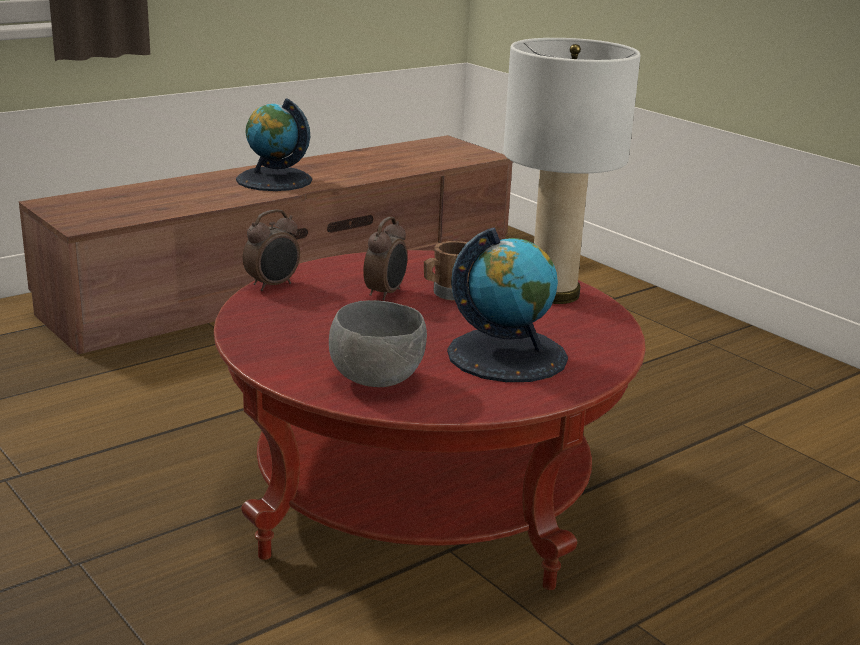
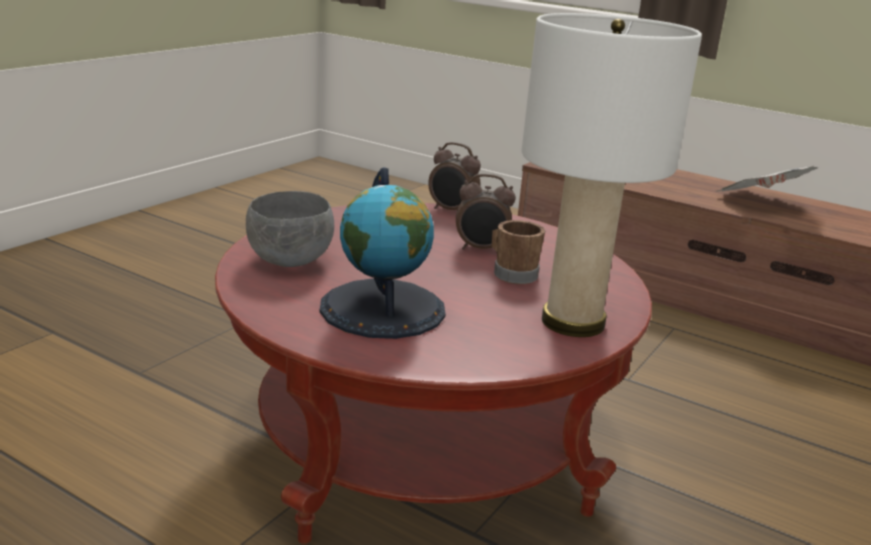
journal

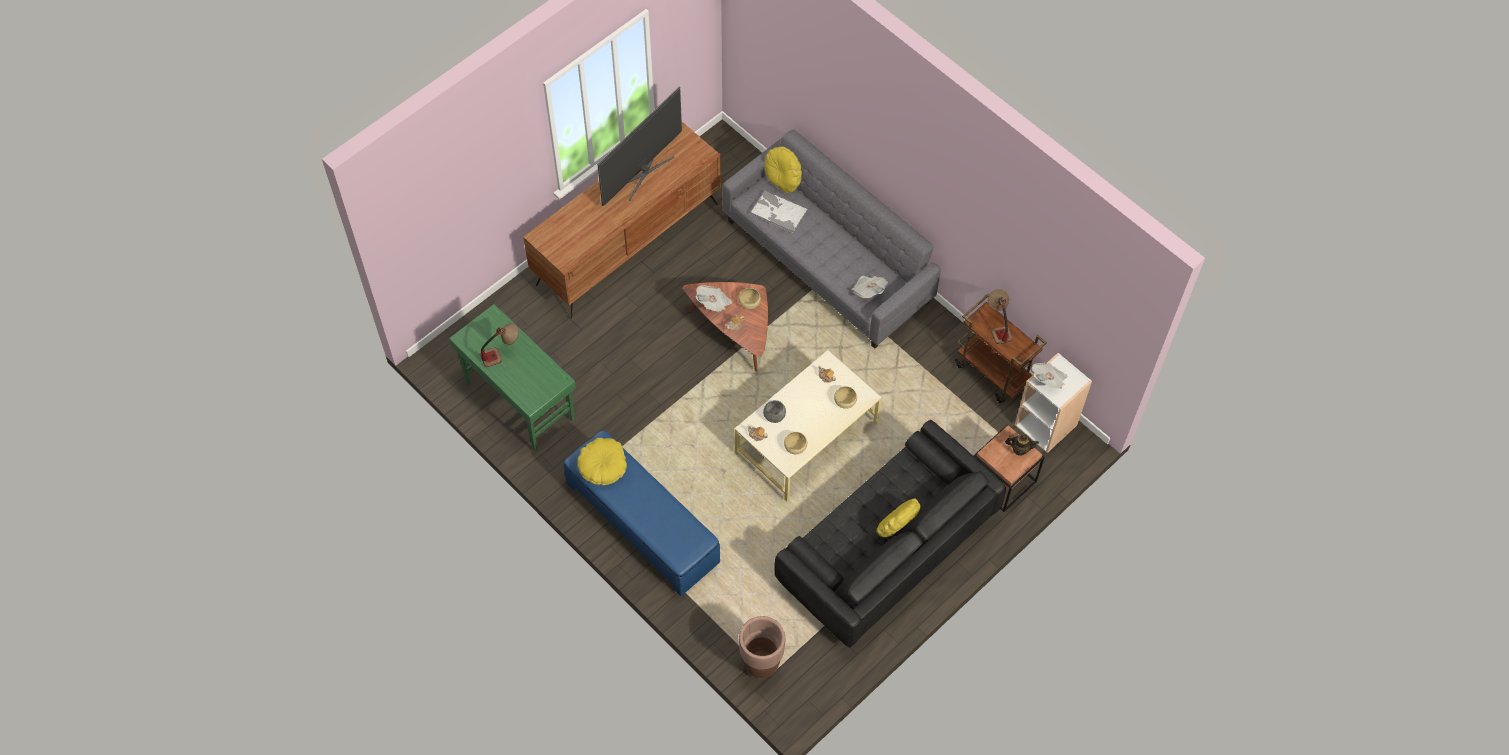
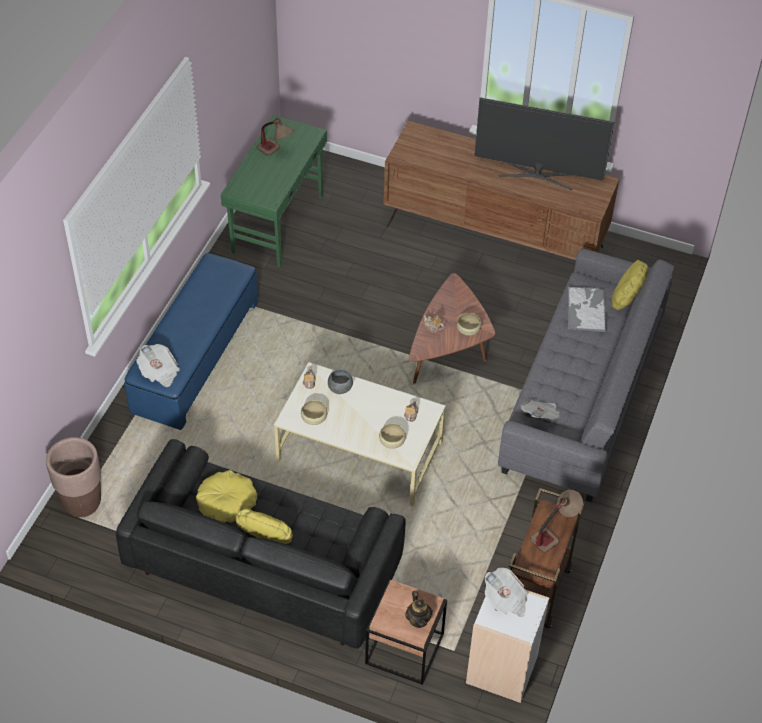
journal (no. 1 from left)
coussin (jaune) (no. 1 from left)

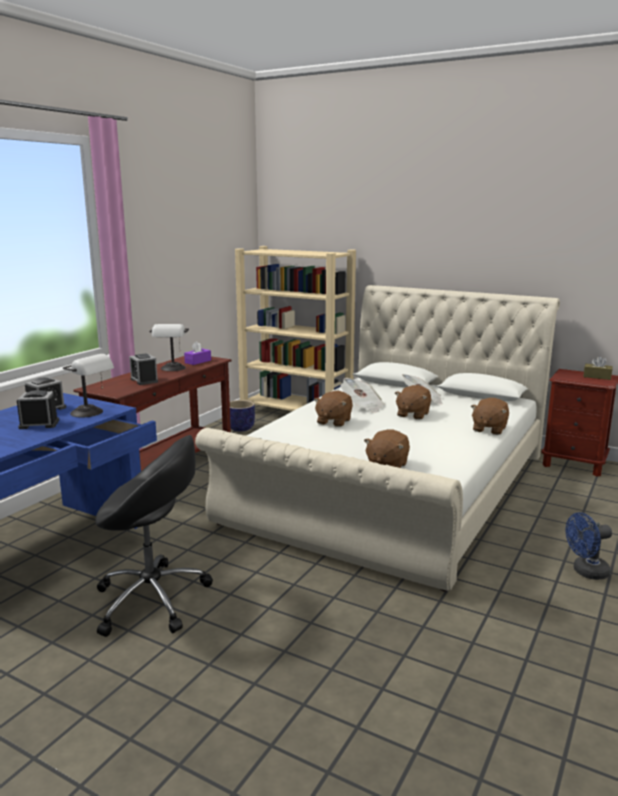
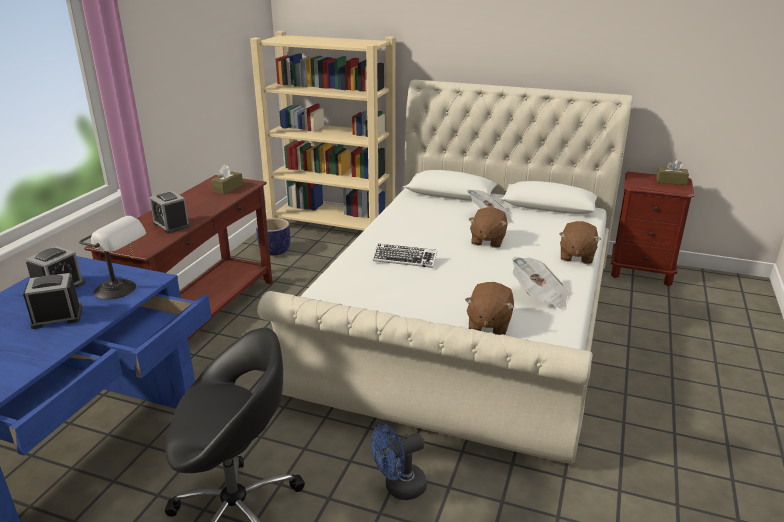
lampe de table (no. 2 from left in the first image)
boîte à mouchoirs (marron) (no. 1 from left)
journal (no. 2 from left)
clavier
ventilateur (bleu)

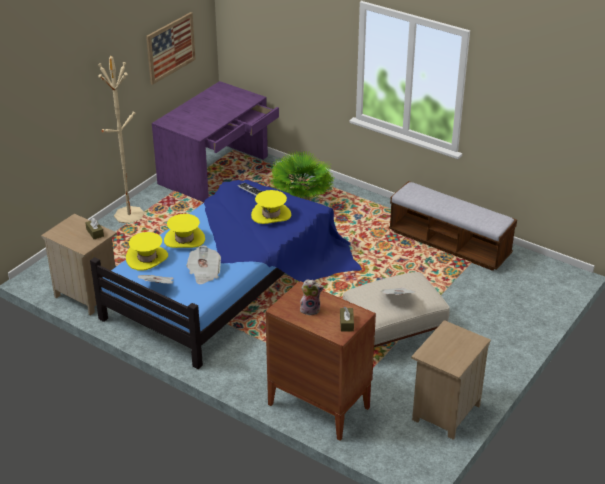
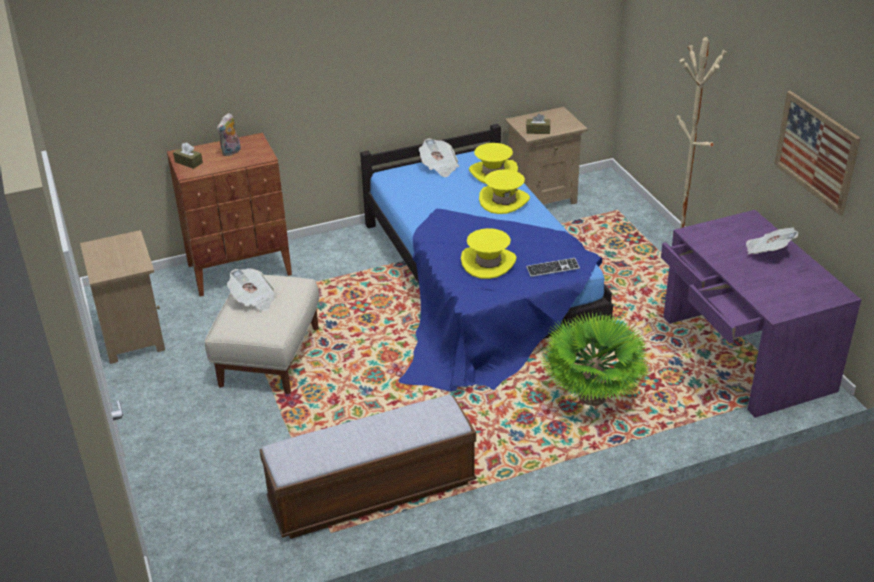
journal (no. 3 from left)

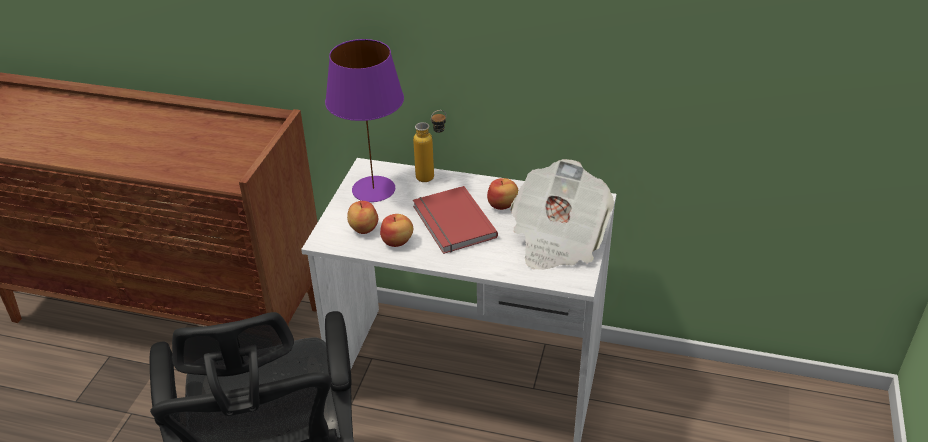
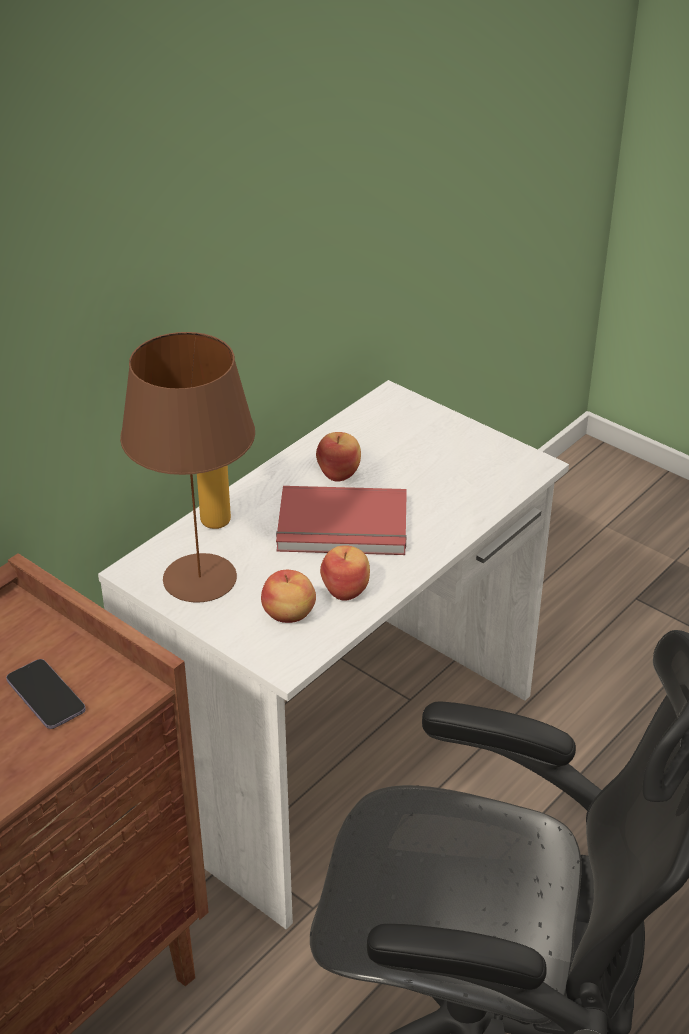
lampe de table (marron)
journal
téléphone

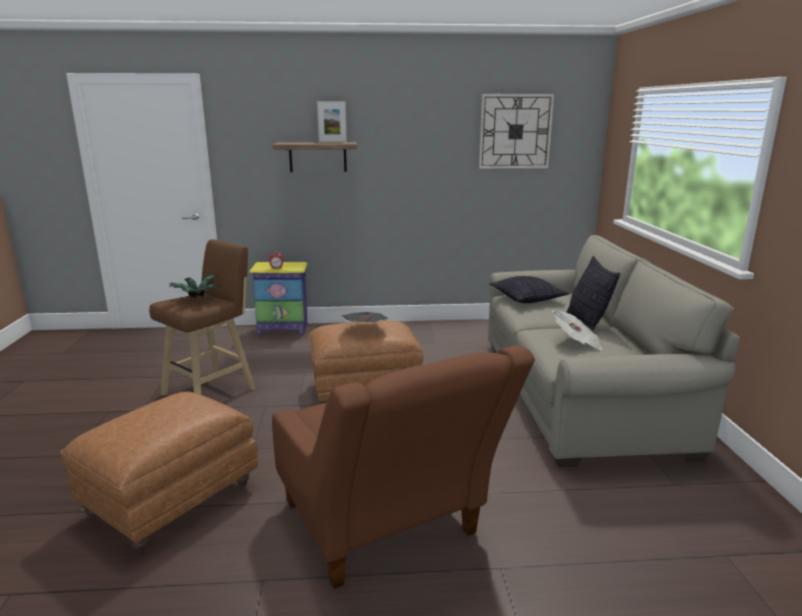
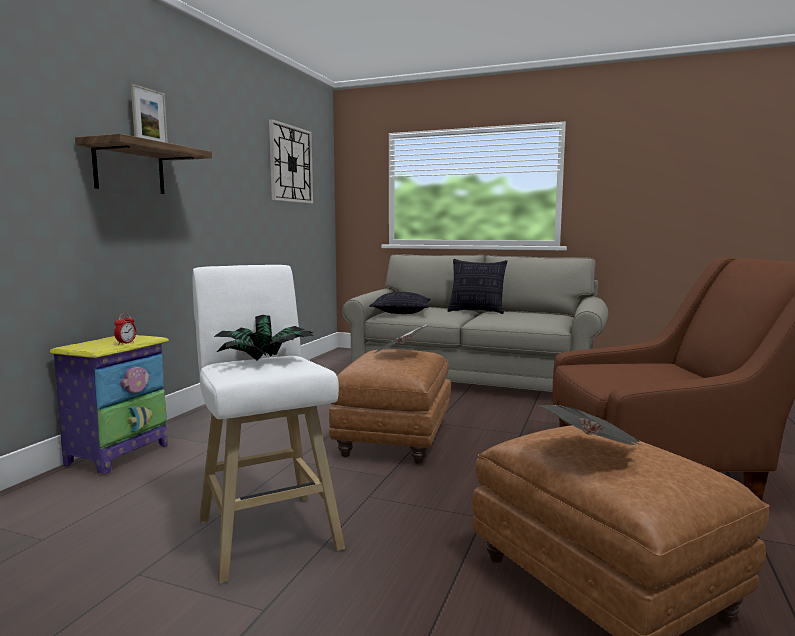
tabouret (blanc)
journal (no. 2 from left)

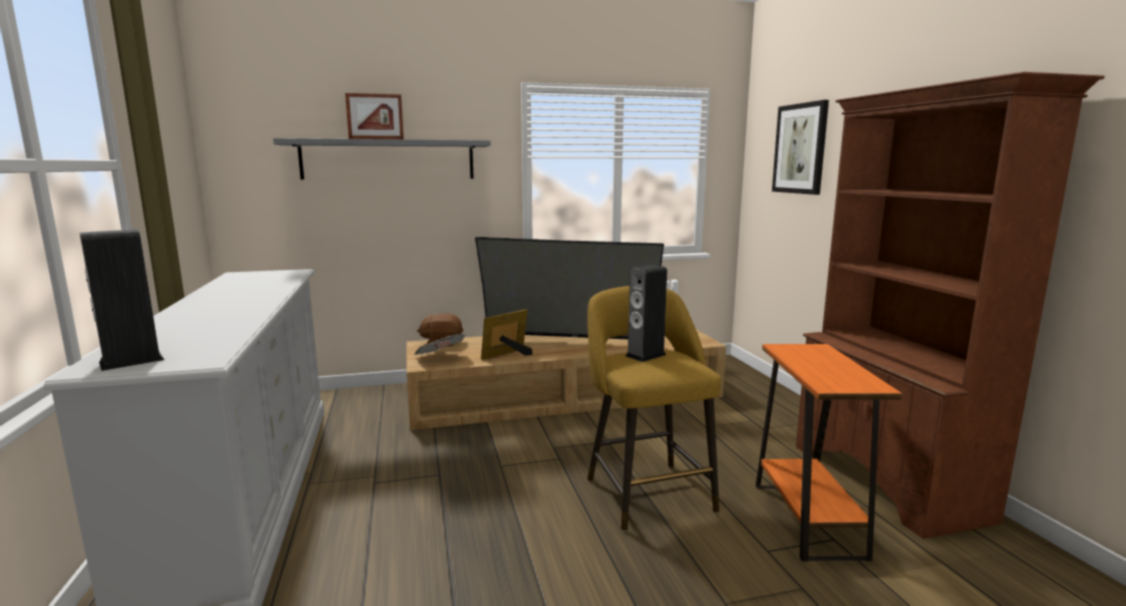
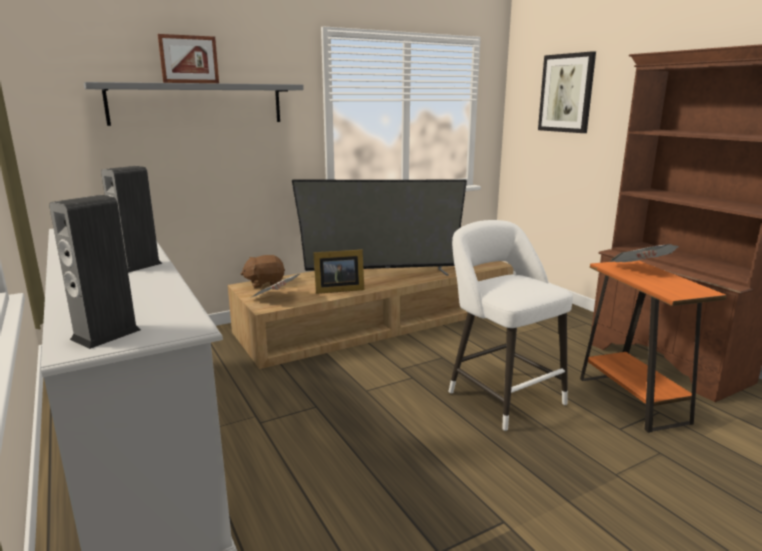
enceinte (no. 2 from left)
tabouret (blanc)
cadre photo (no. 2 from left)
journal (no. 2 from left)

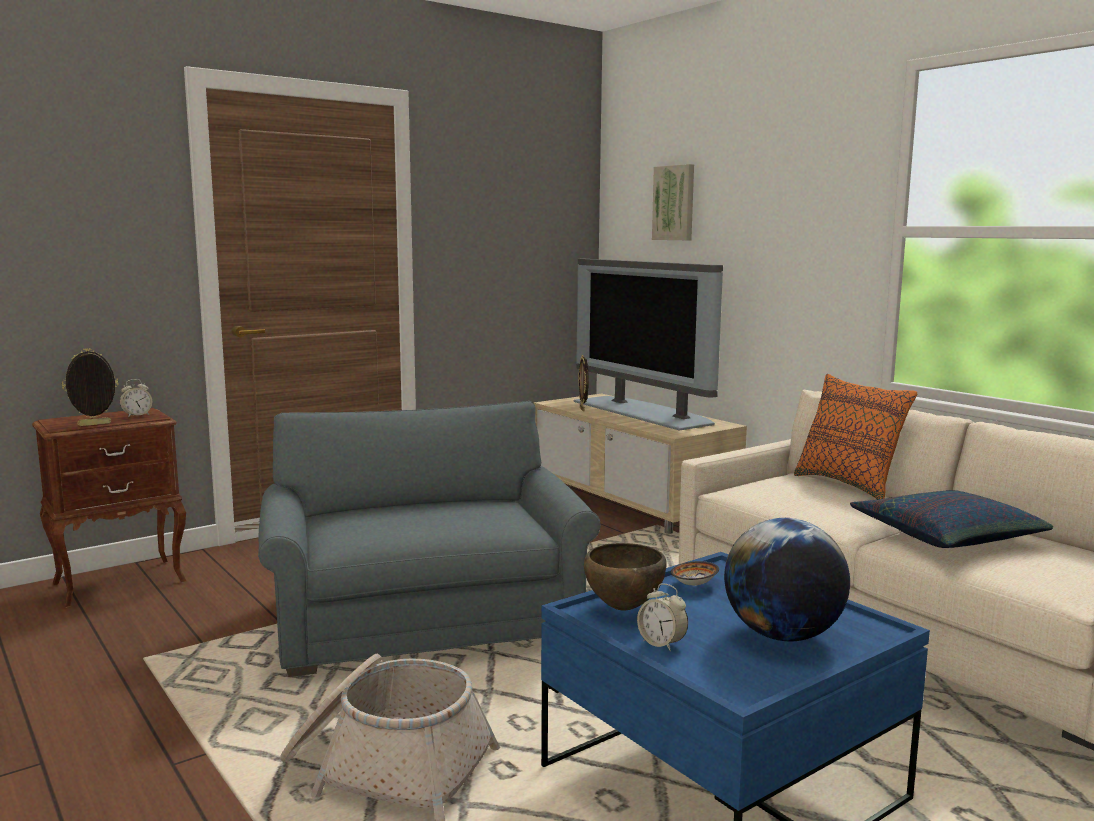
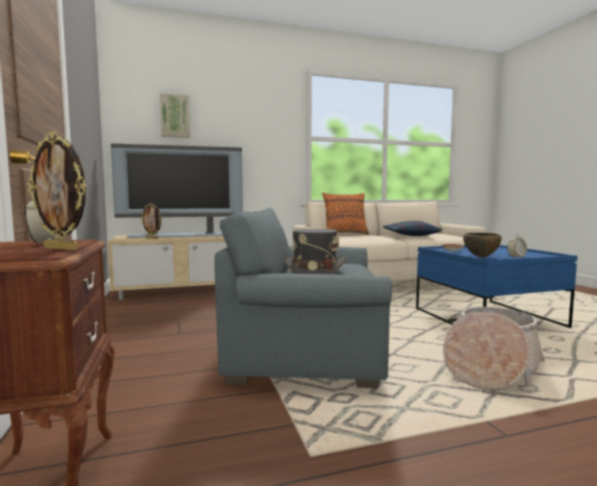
cadre photo (no. 1 from left)
globe
chapeau (gris)

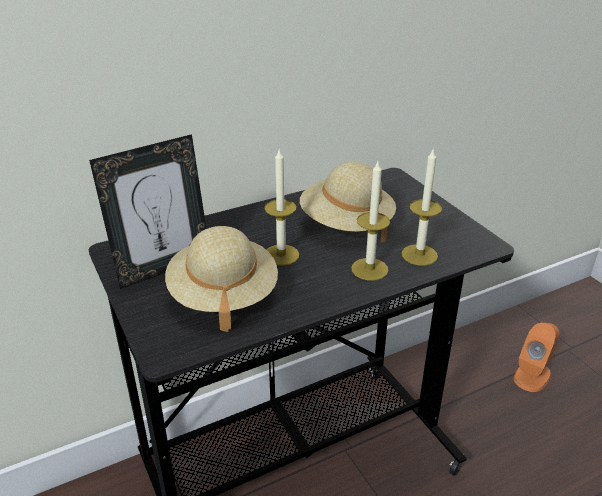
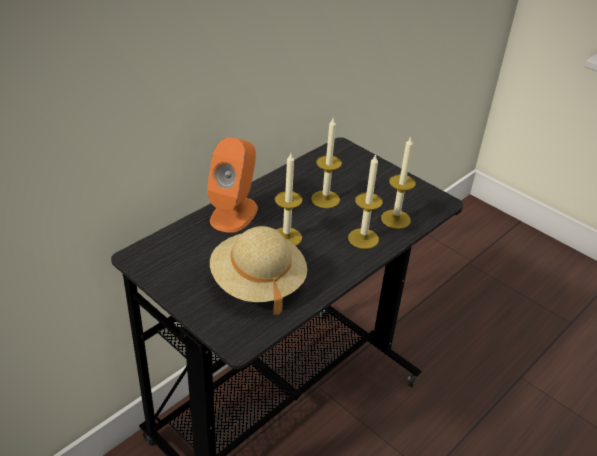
cadre photo
bougie (no. 2 from left)
enceinte (orange)

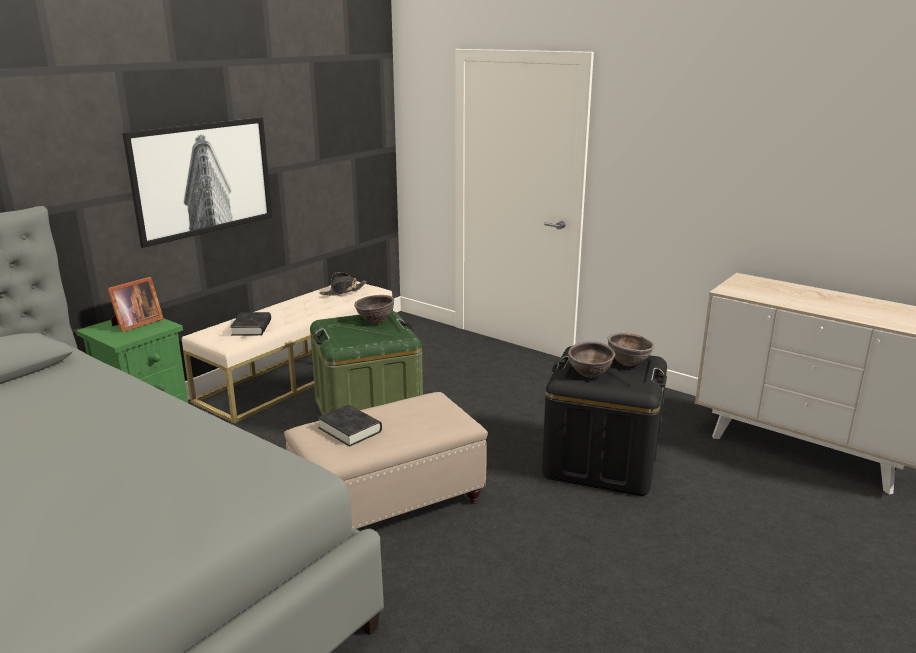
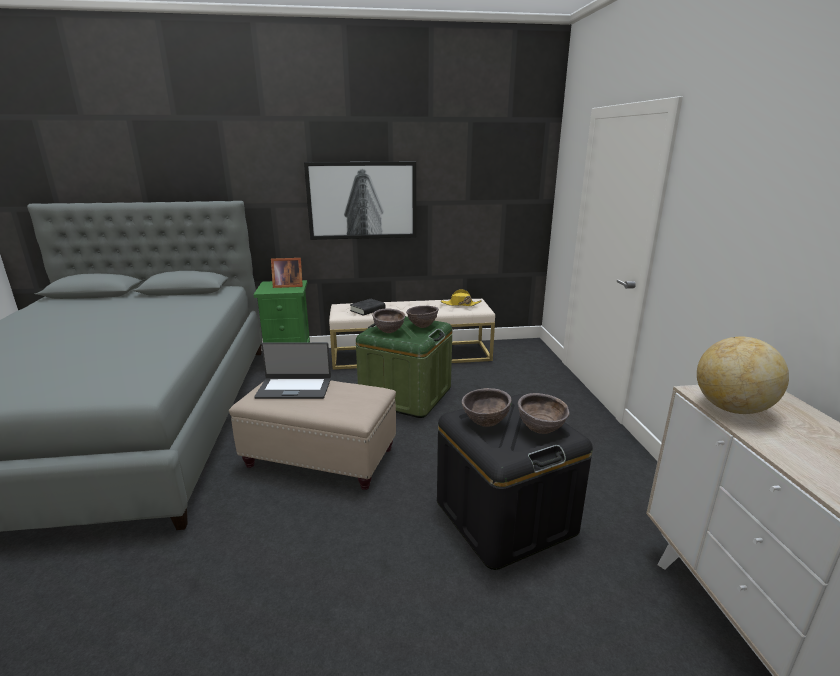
chapeau (jaune)
ordinateur portable
bol (marron) (no. 1 from left)
globe

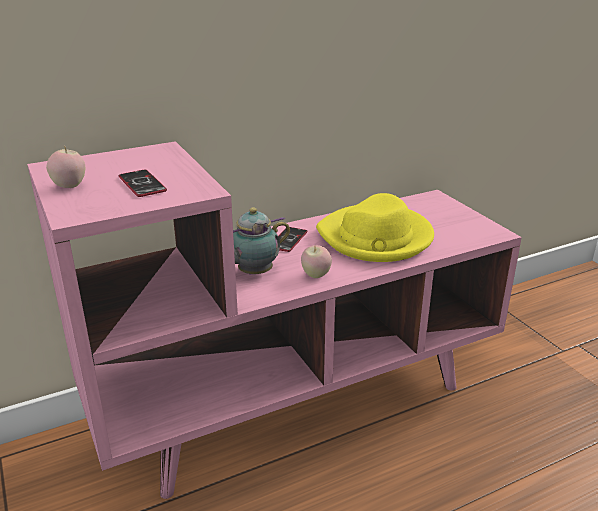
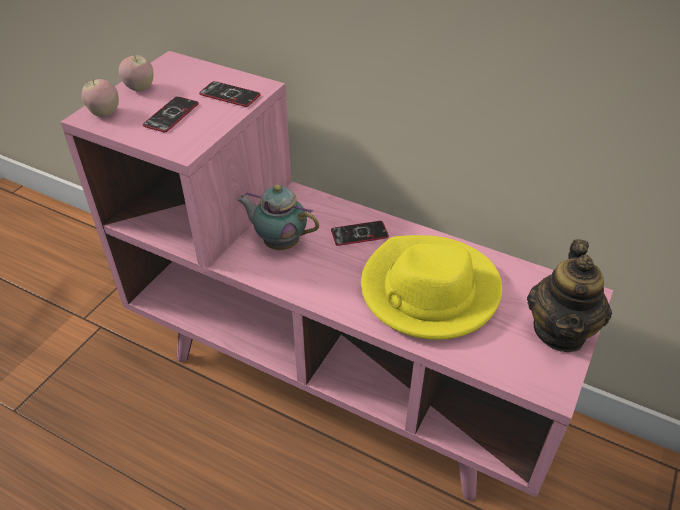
pomme (no. 1 from left)
téléphone (no. 2 from left)
théière (no. 2 from left)

